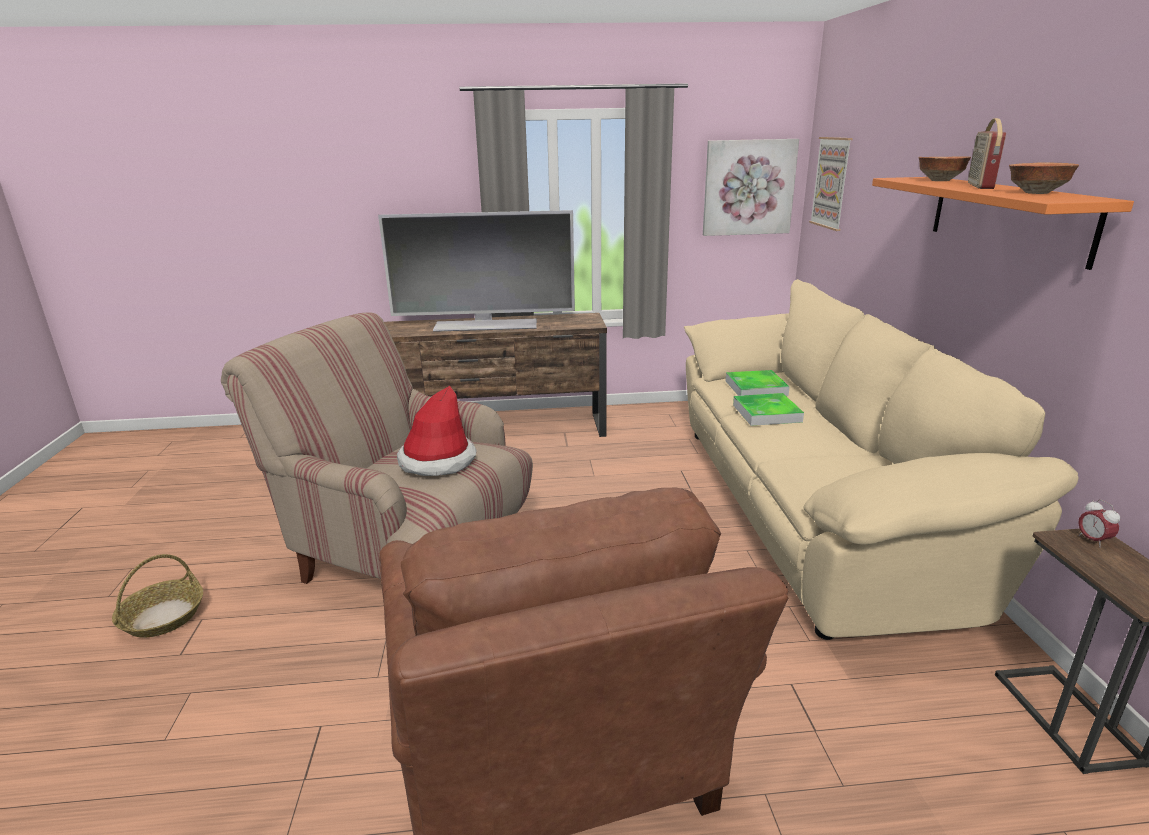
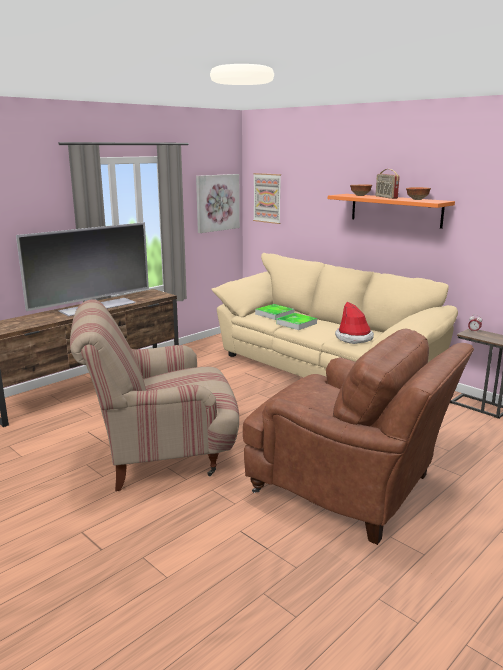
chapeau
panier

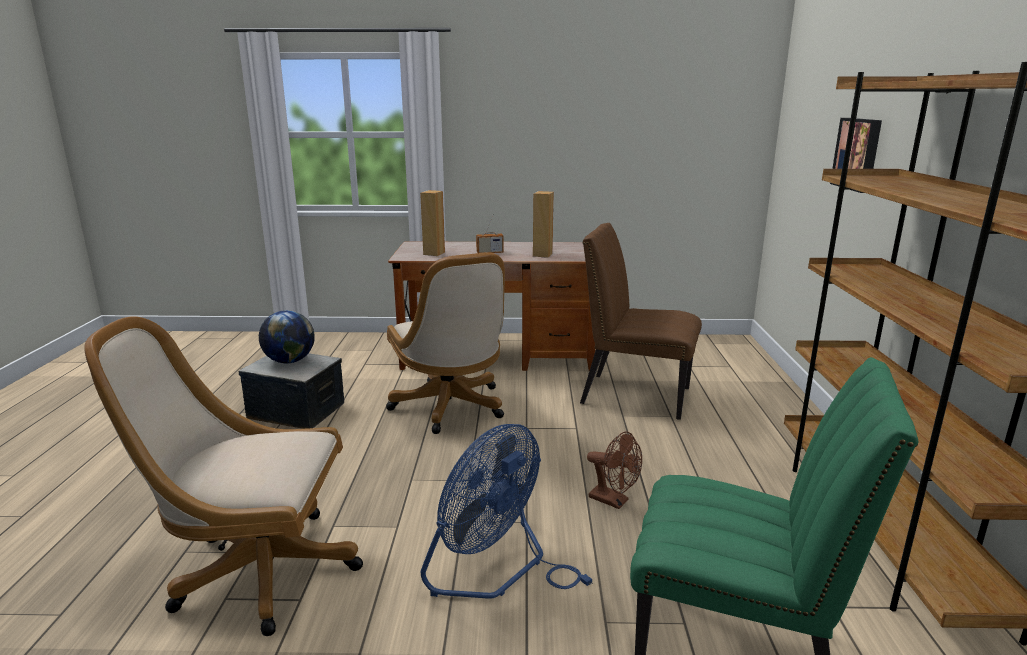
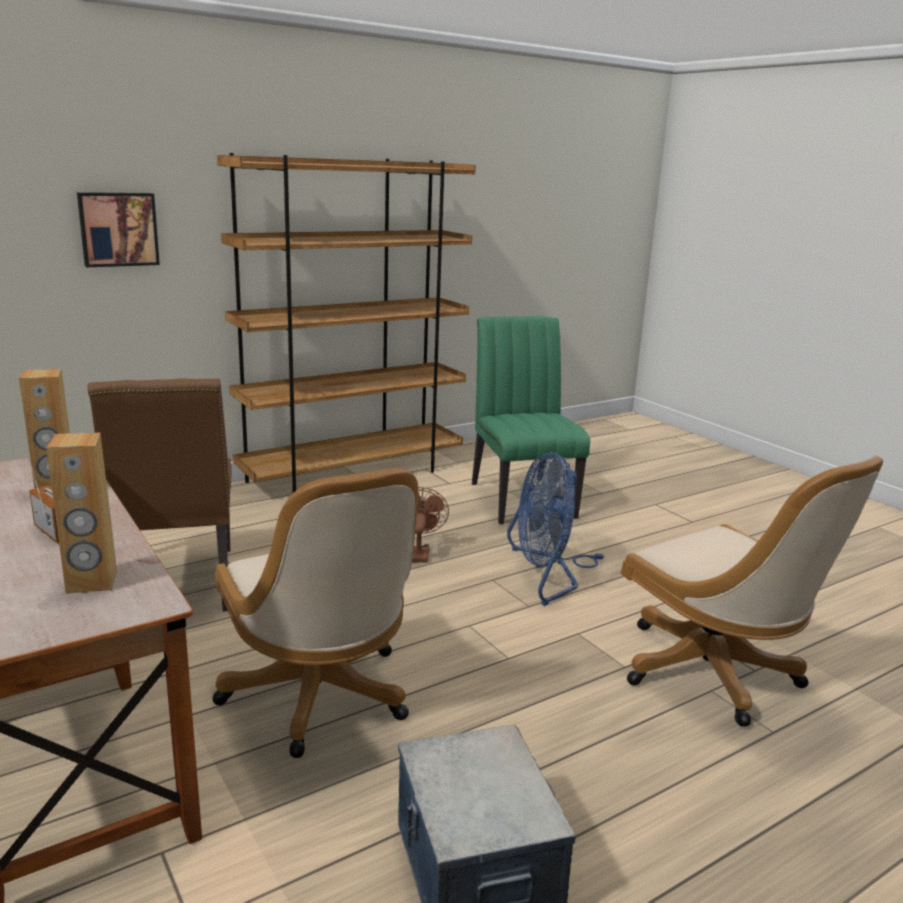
chaise de bureau (no. 1 from left)
globe
ventilateur (bleu)

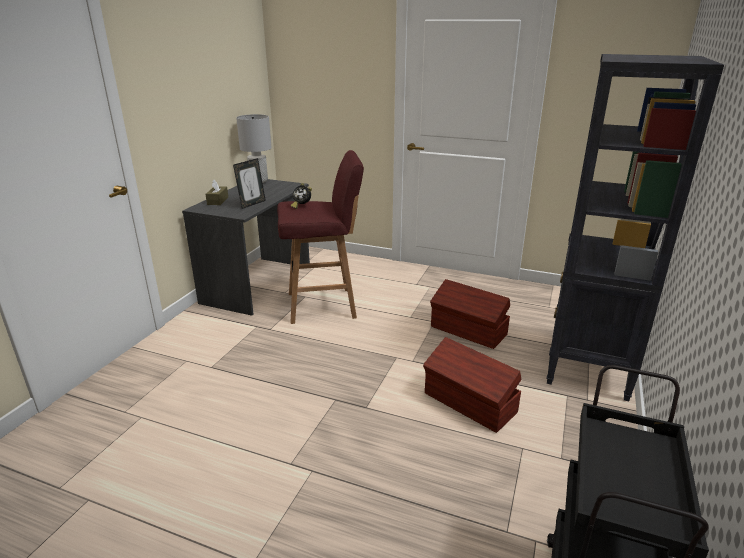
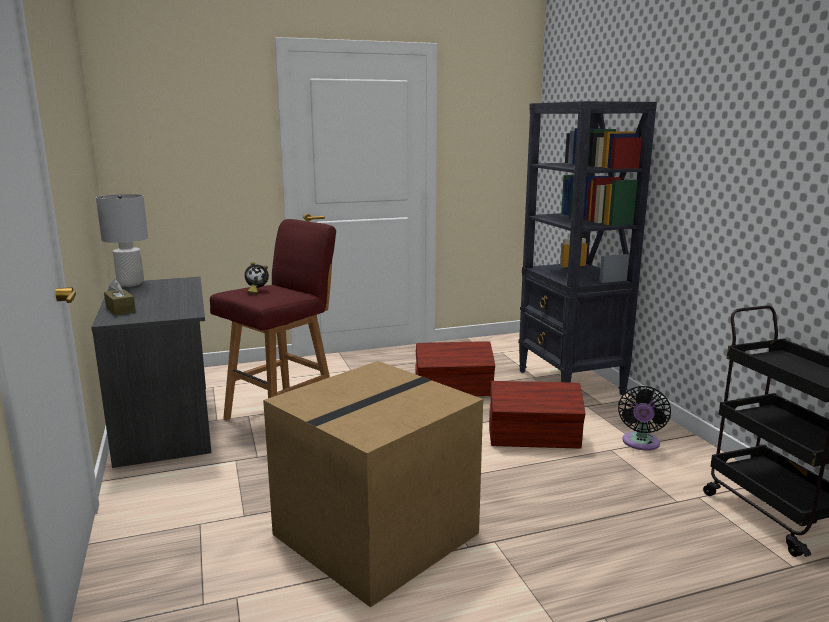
cadre photo
carton
ventilateur (noir)

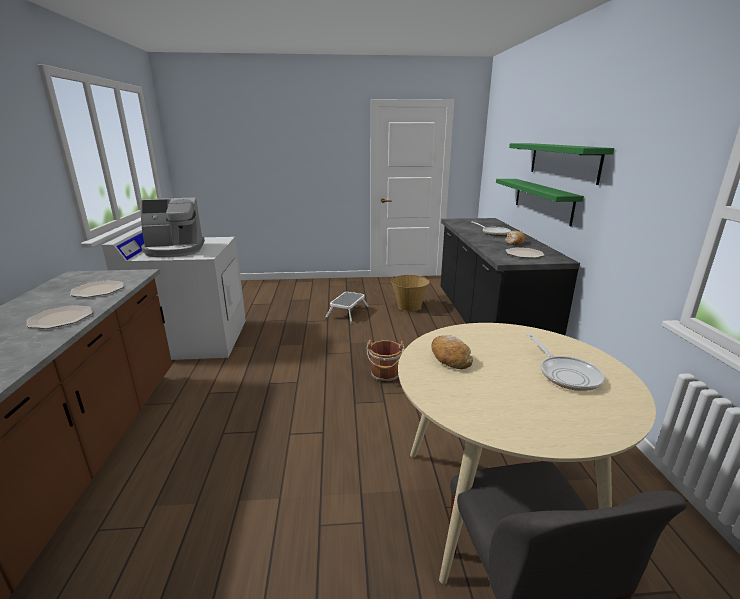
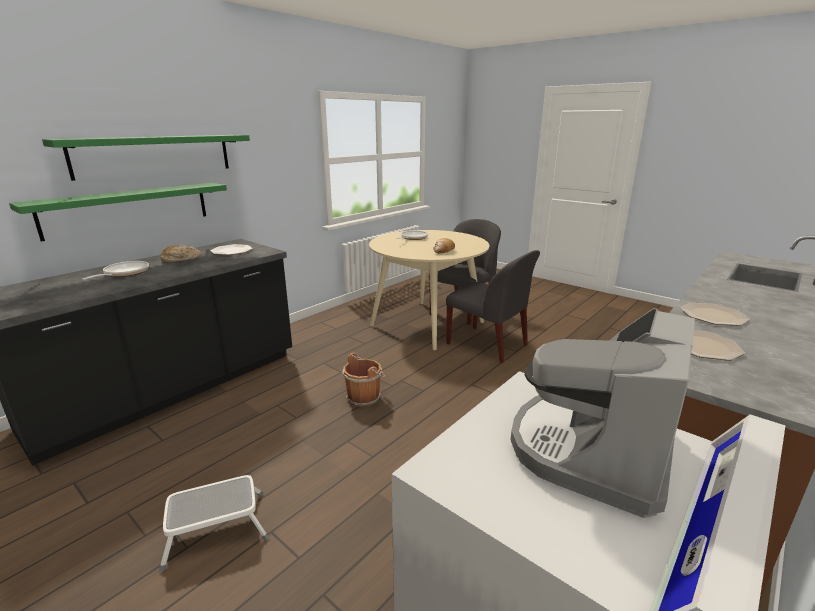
machine à café
panier
chaise (gris) (no. 2 from left)

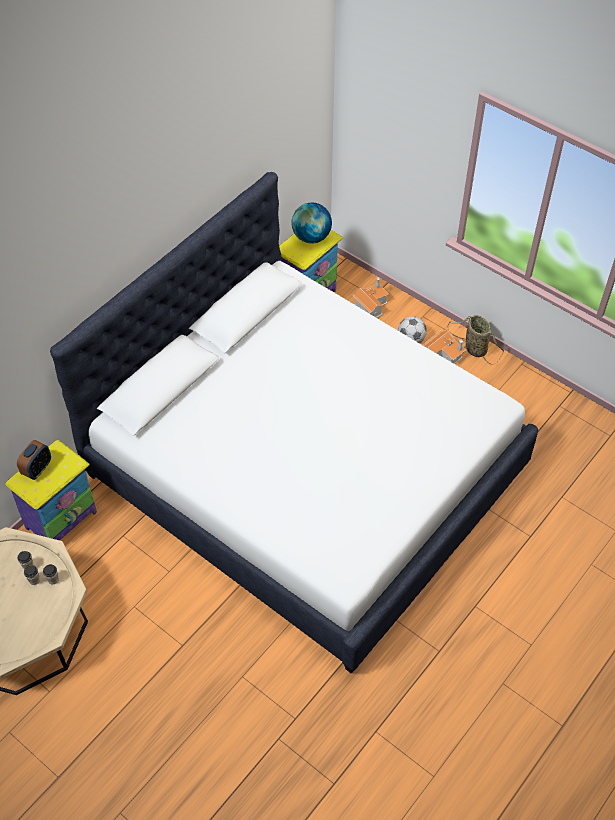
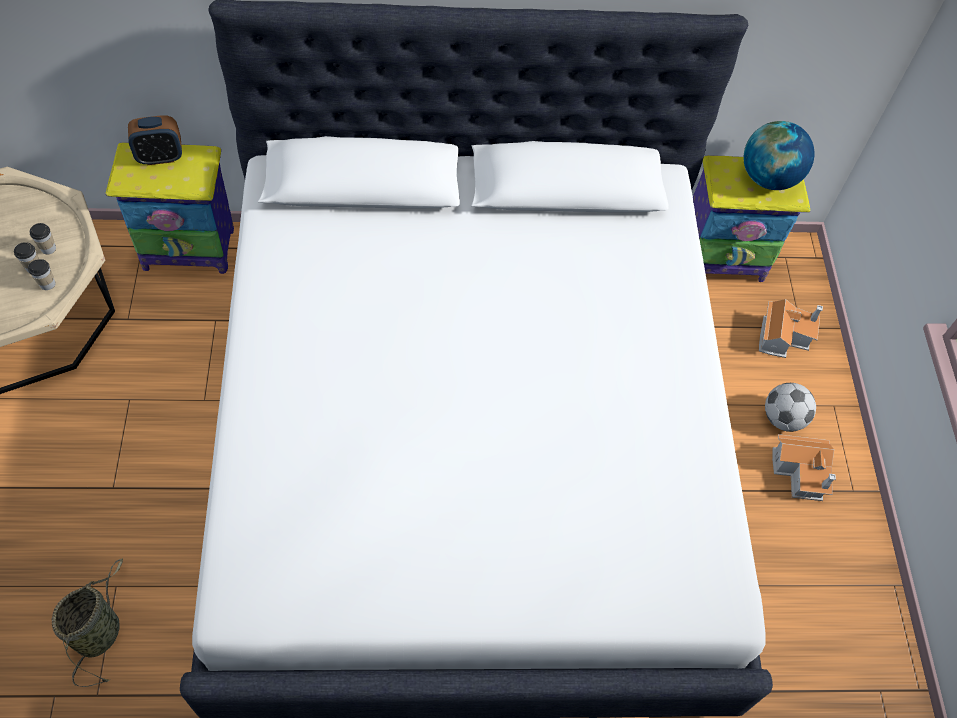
panier

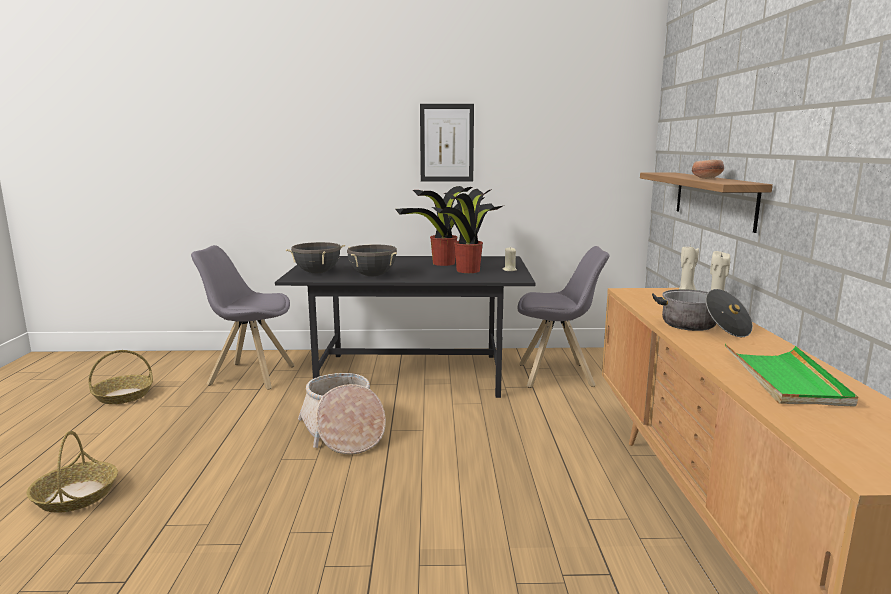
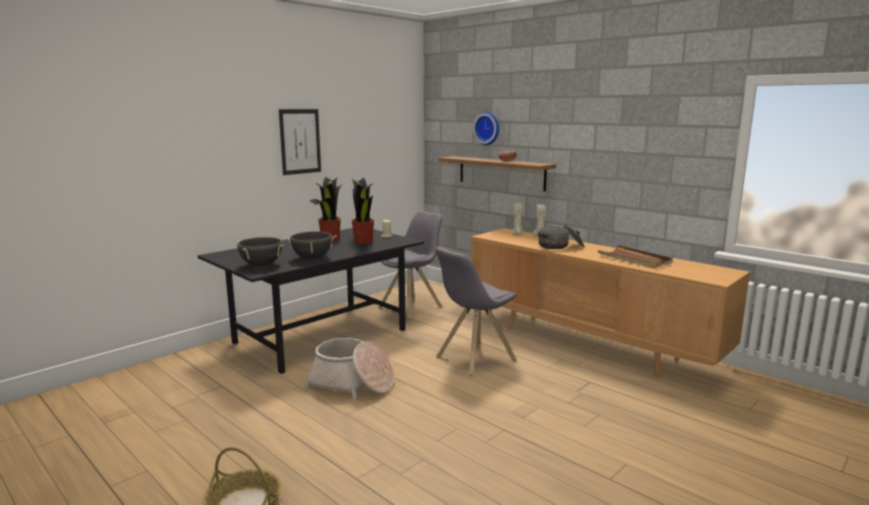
chaise (gris) (no. 2 from left)
plateau (marron)
panier (no. 2 from left in the first image)
horloge murale

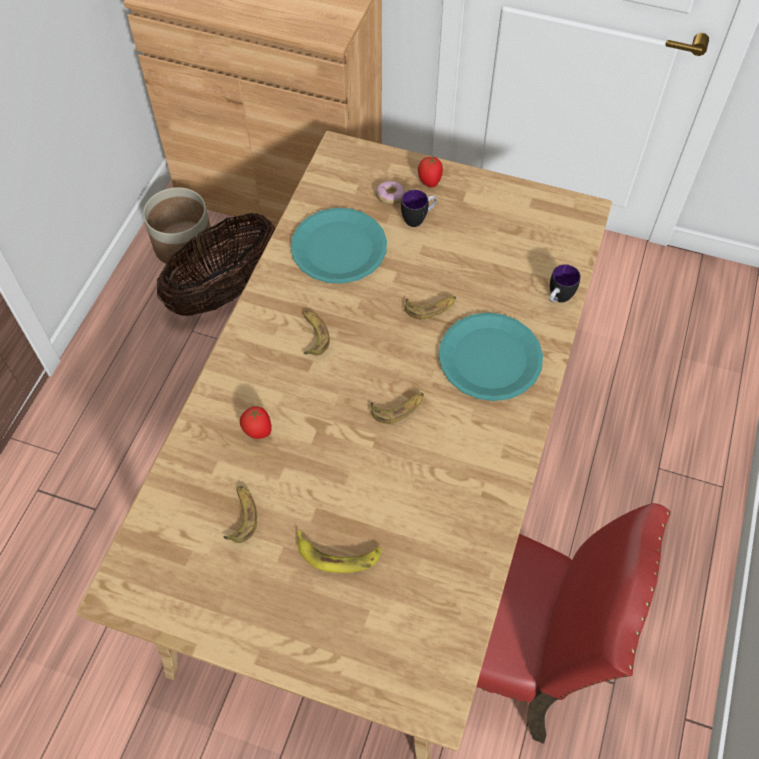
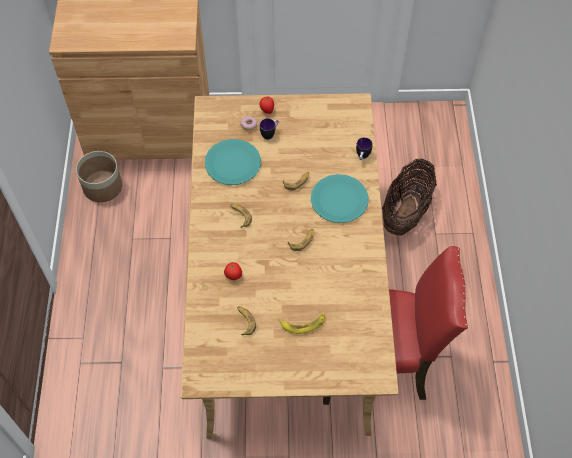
panier

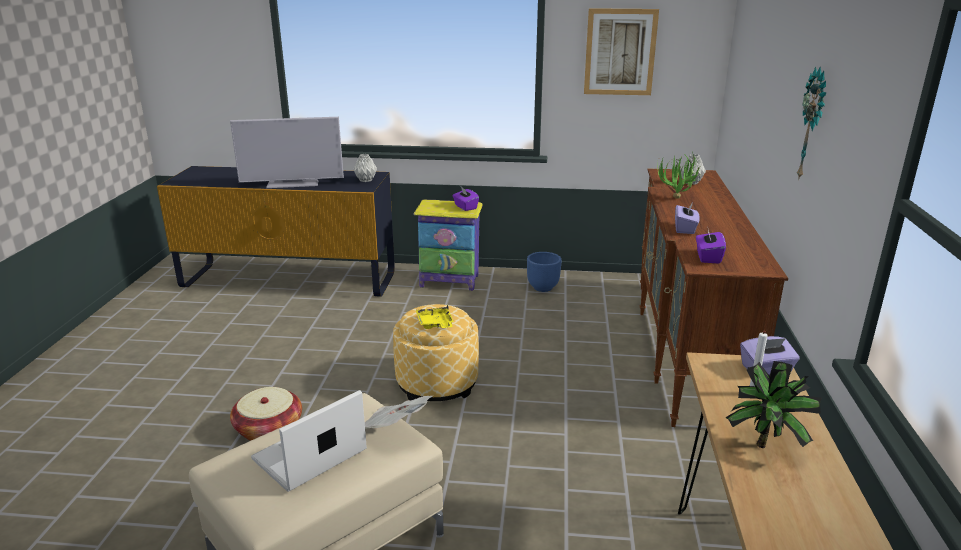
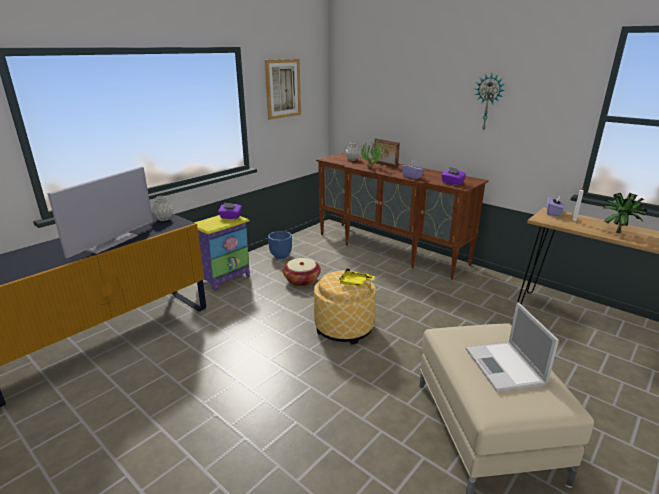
panier
journal
cadre photo

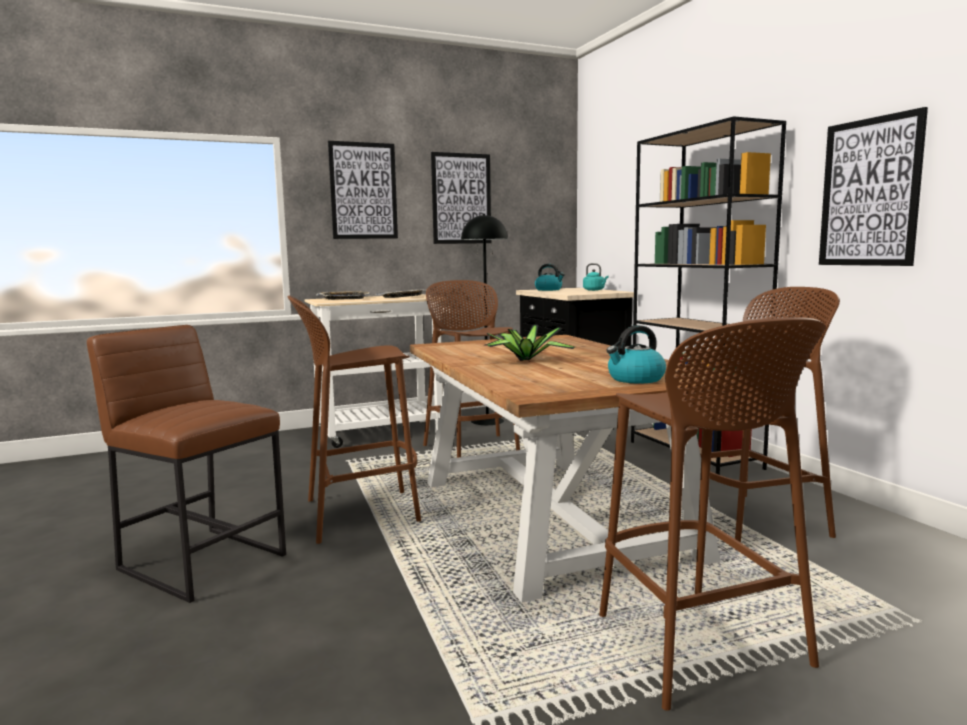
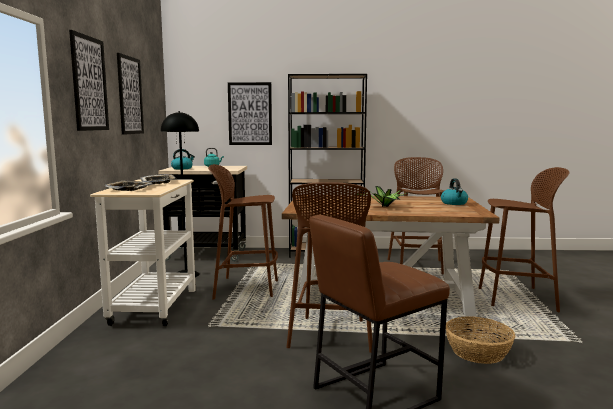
tableau (no. 3 from left)
panier

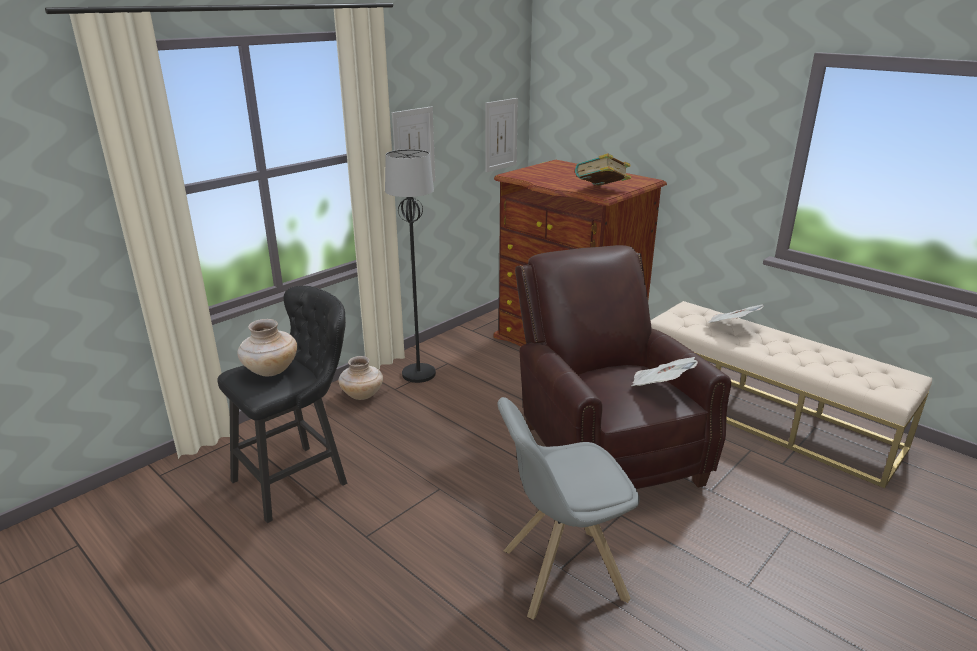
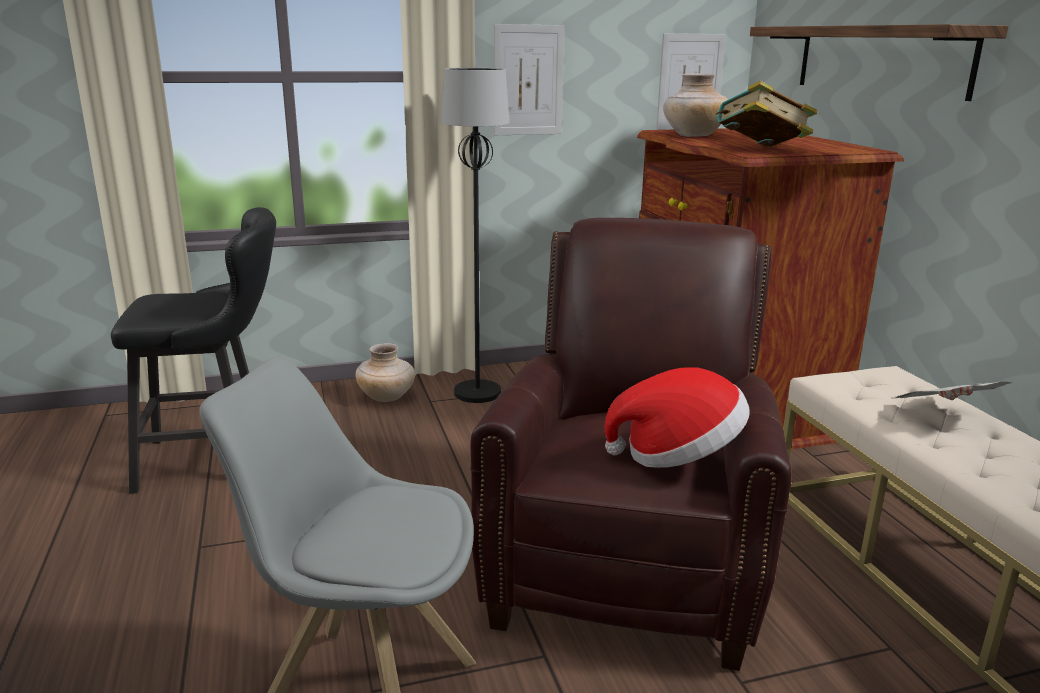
vase (beige) (no. 2 from left)
chapeau
étagère

